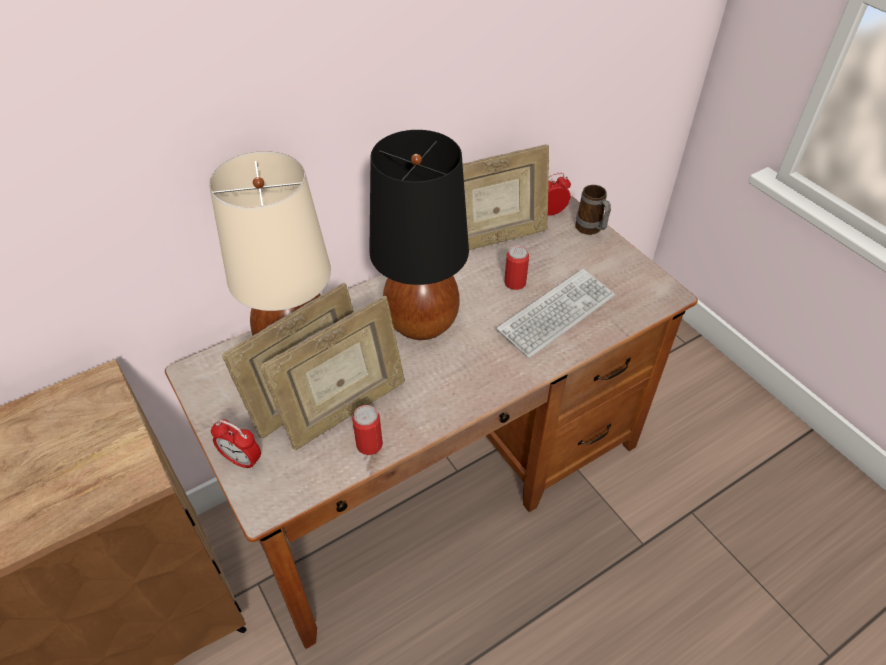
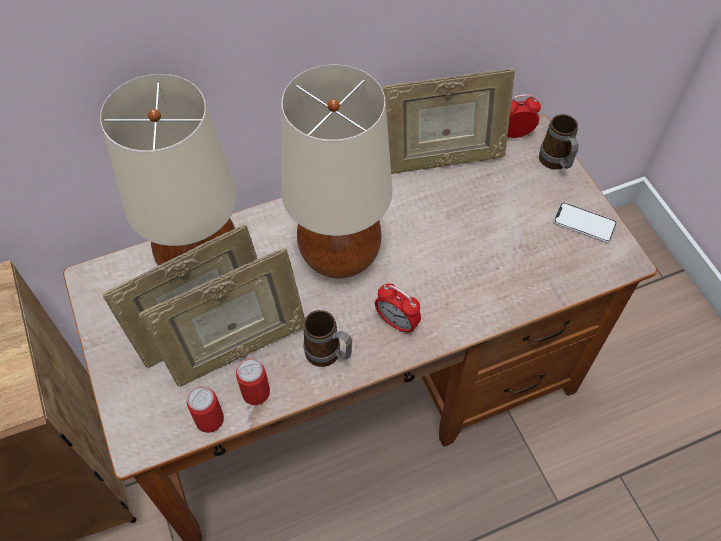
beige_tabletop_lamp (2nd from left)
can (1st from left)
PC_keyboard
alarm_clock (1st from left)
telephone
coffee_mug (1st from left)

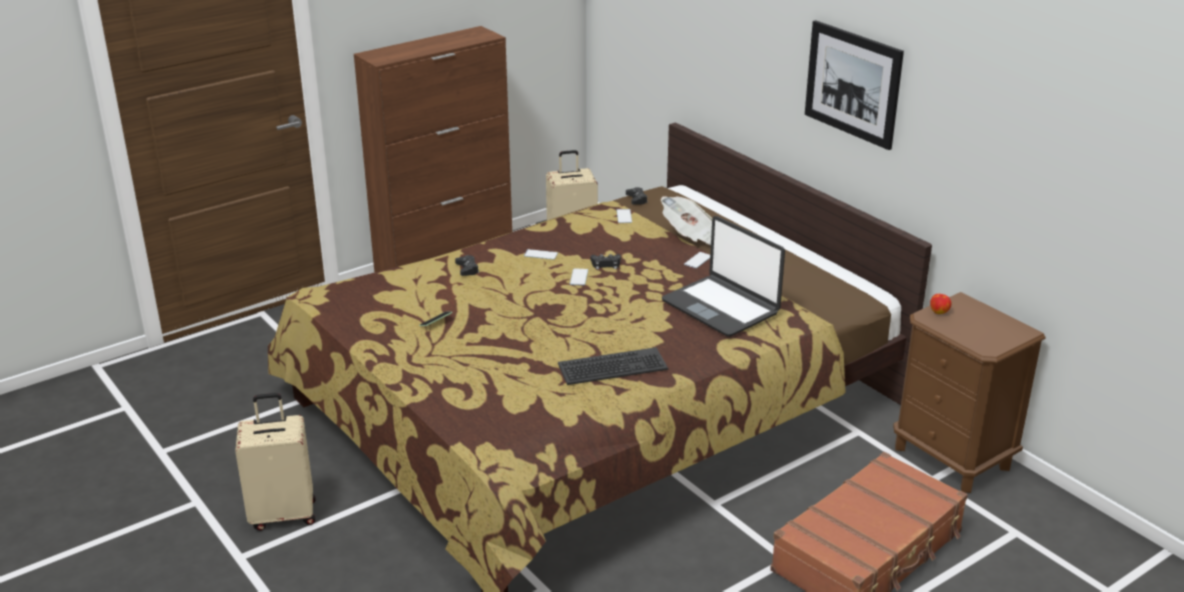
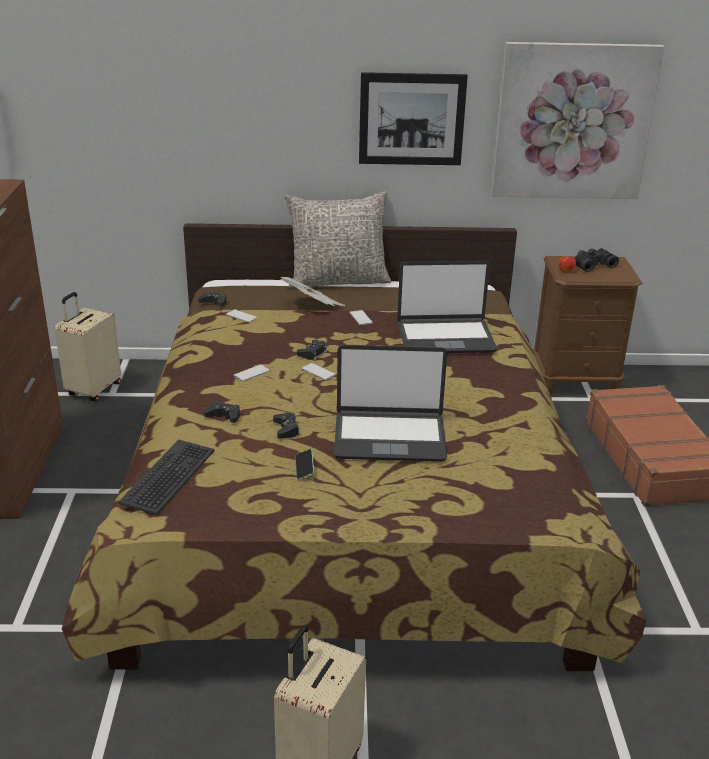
PC_keyboard
wall_art (2nd from left)
grey_throw_pillow
black_binoculars
portable_computer (1st from left)
black_joypad (3rd from left)

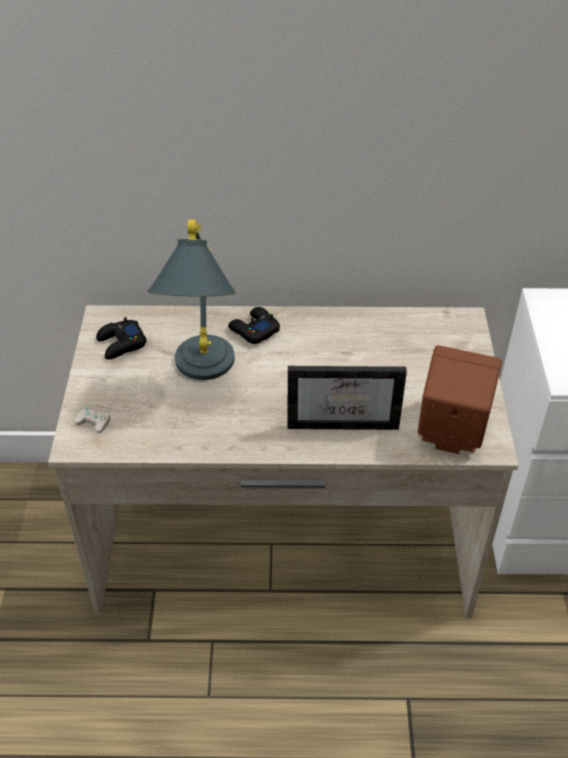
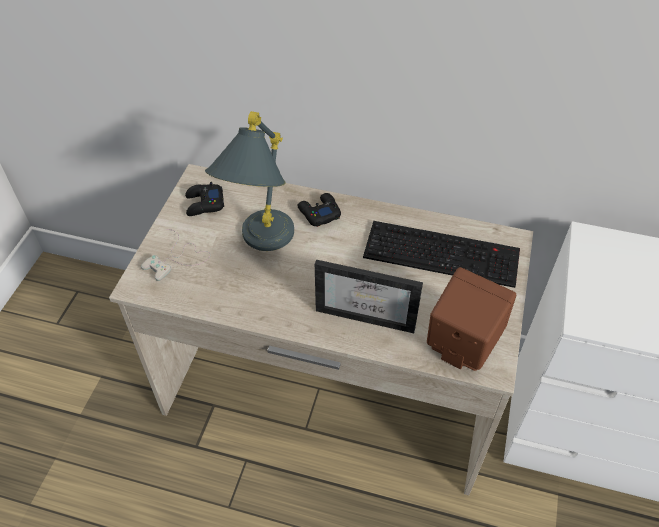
PC_keyboard

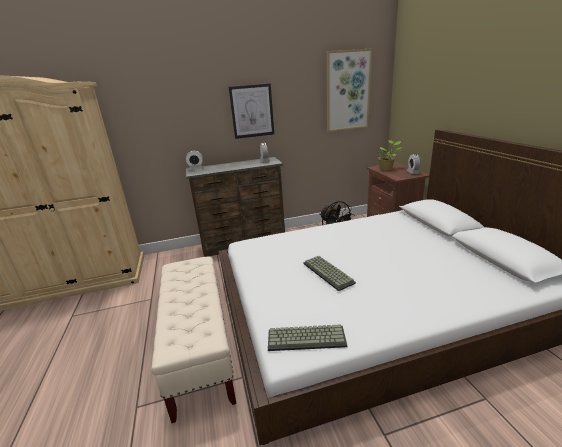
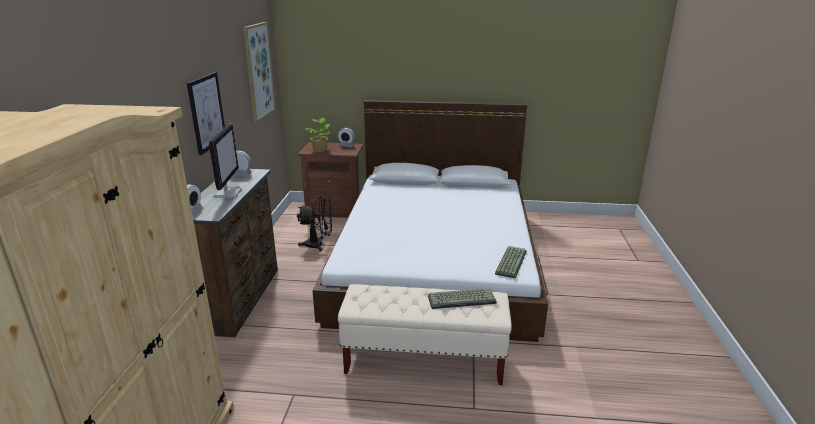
PC_keyboard (1st from left)
computer_display

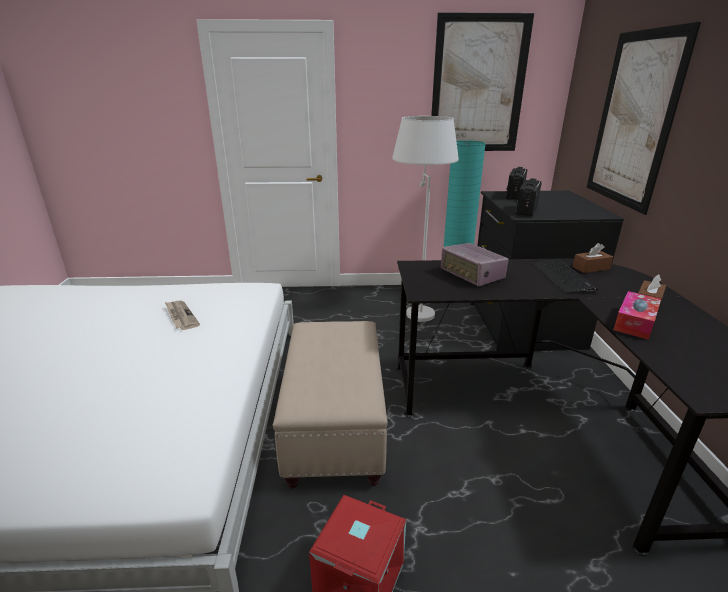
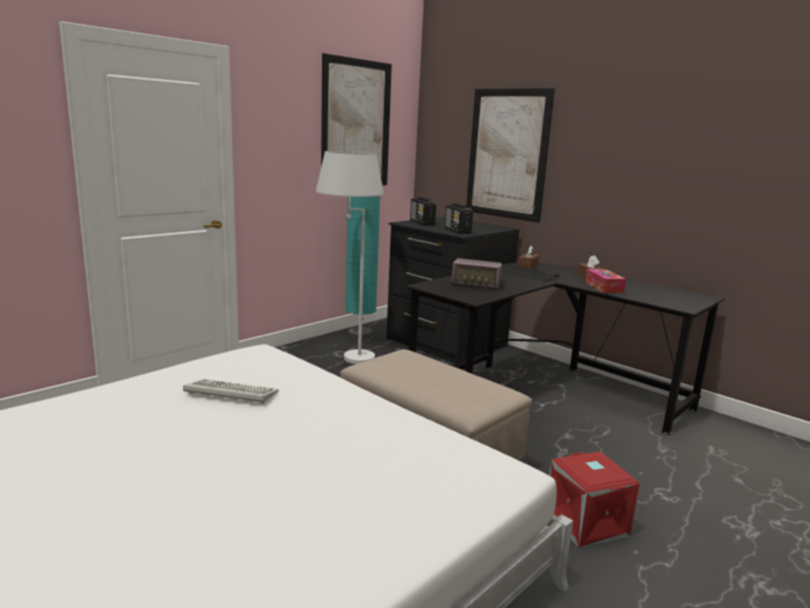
PC_keyboard (1st from left)

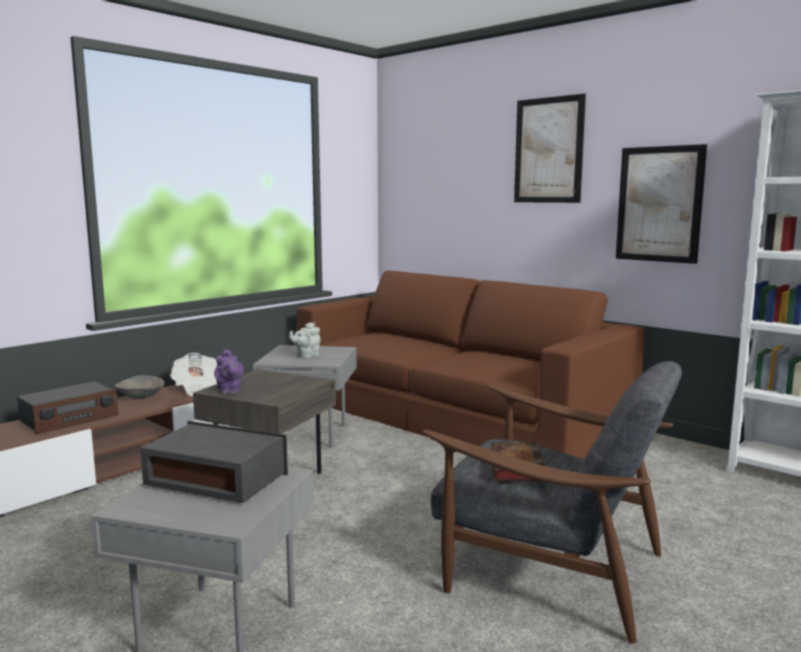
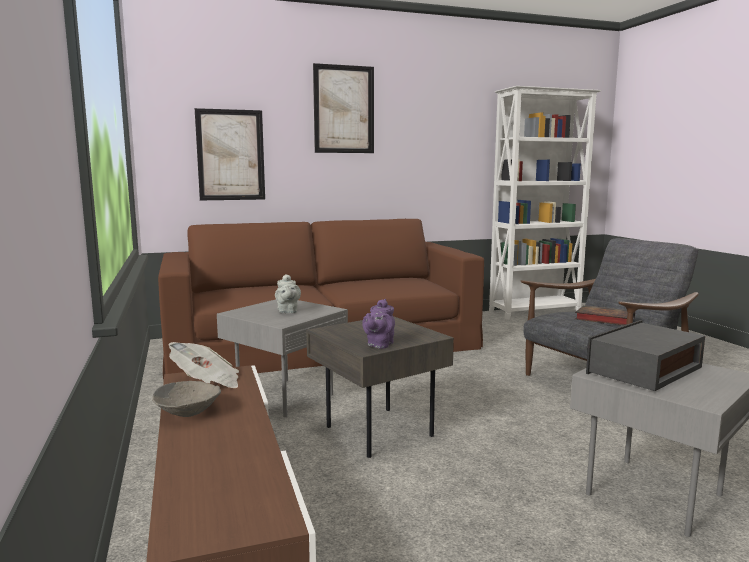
wall_art (1st from left)
purplish_teapot
radio_receiver (1st from left in the first image)

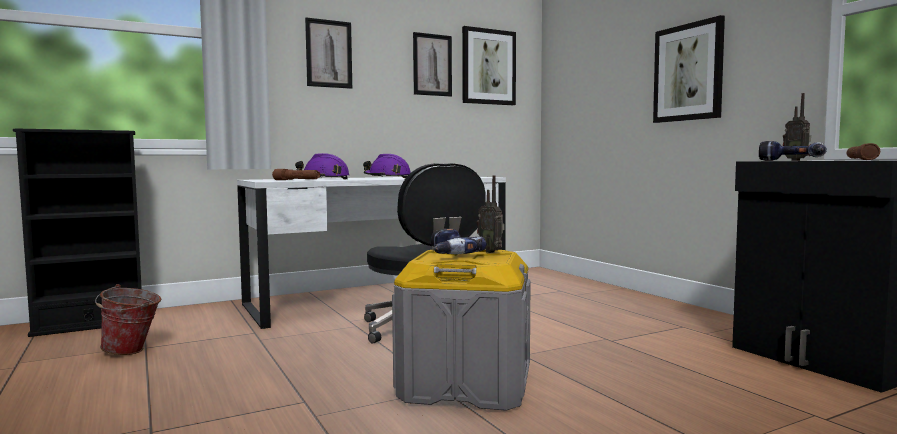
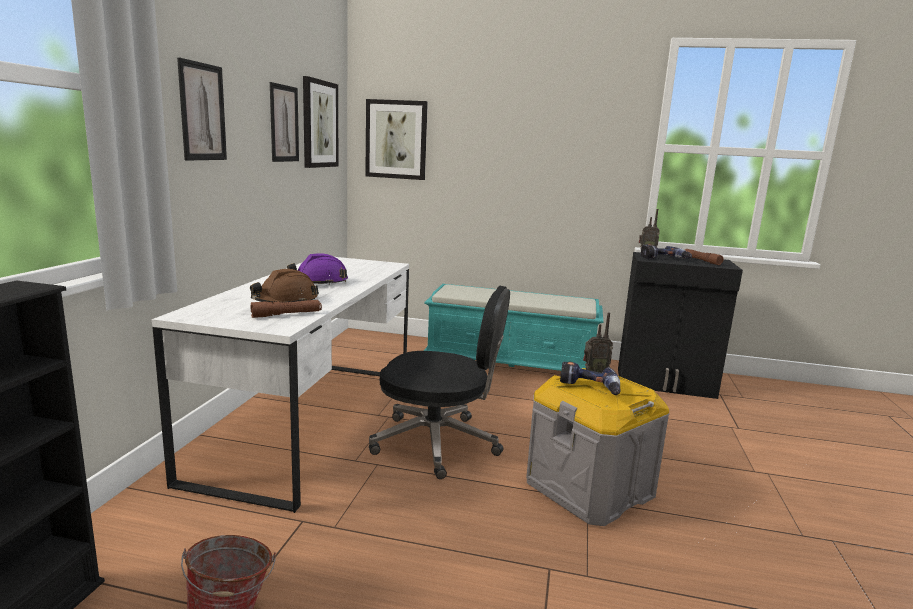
wall_art (4th from left)
brown-coloured_safety_helmet
turquoise-coloured_indoor_bench

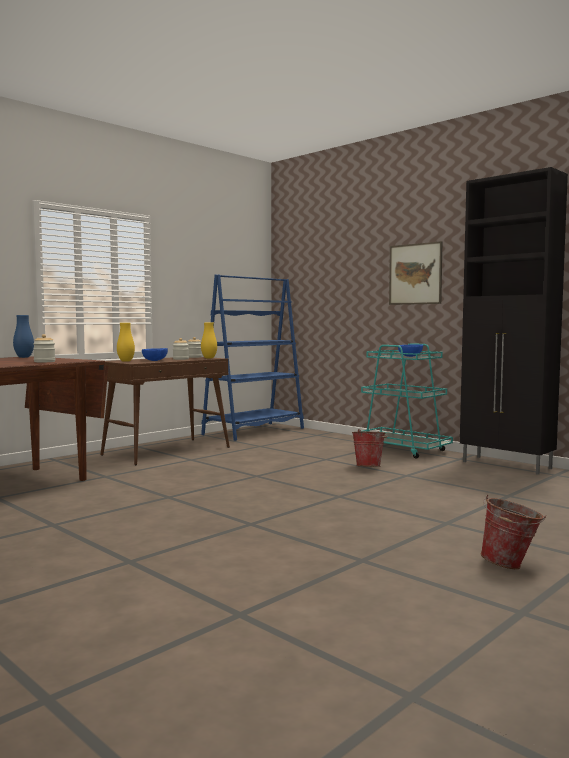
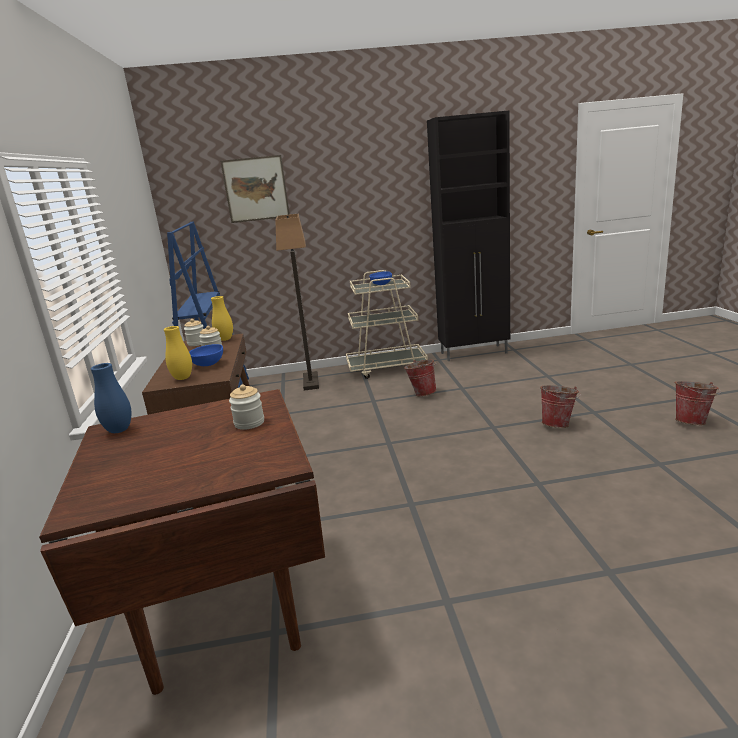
wall_art
beige_trolley
standard_lamp
water_bucket (2nd from left)

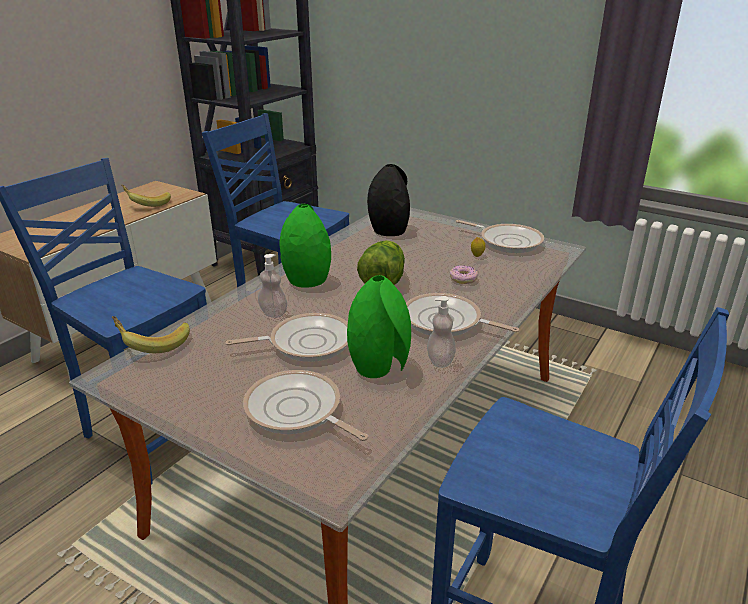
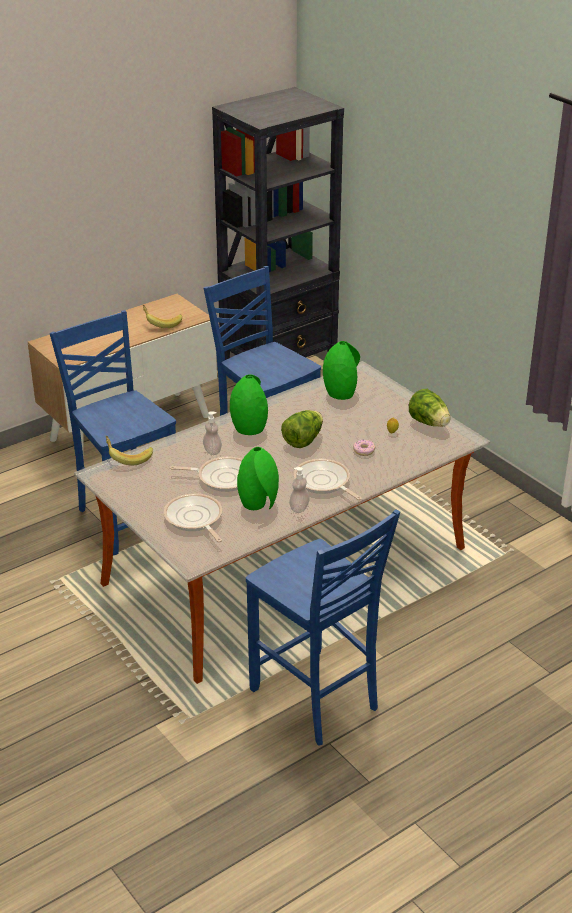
greenish_vase (3rd from left)
lettuce_head (2nd from left)

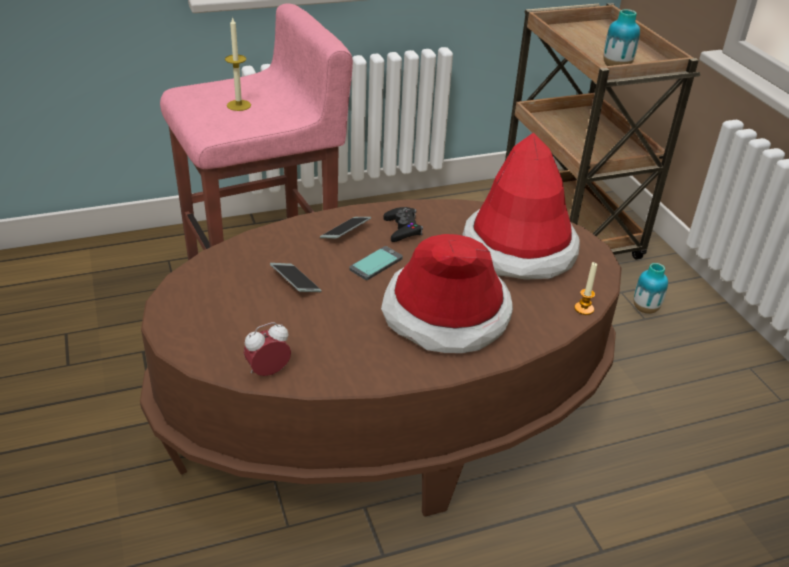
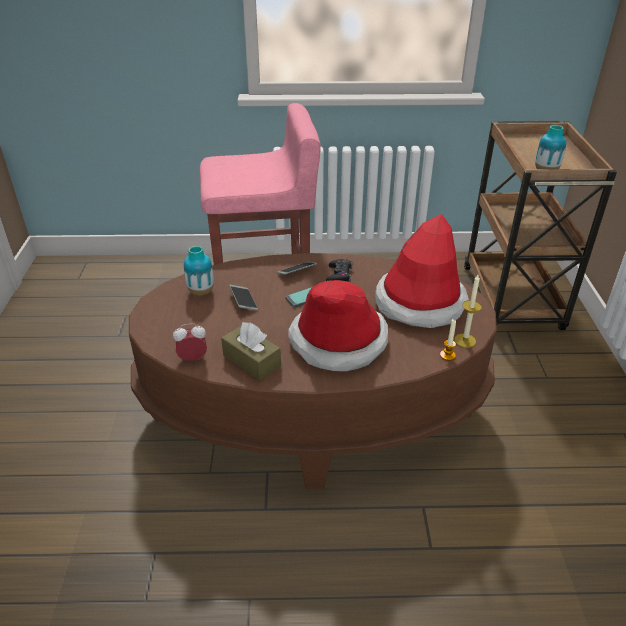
candle (2nd from left)
vase (1st from left)
brown-coloured_tissue_box

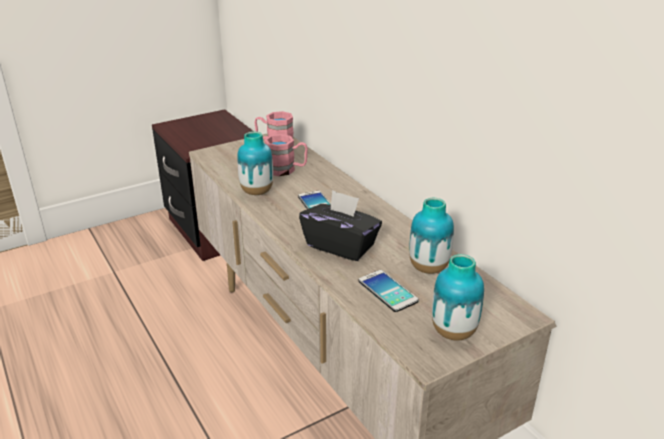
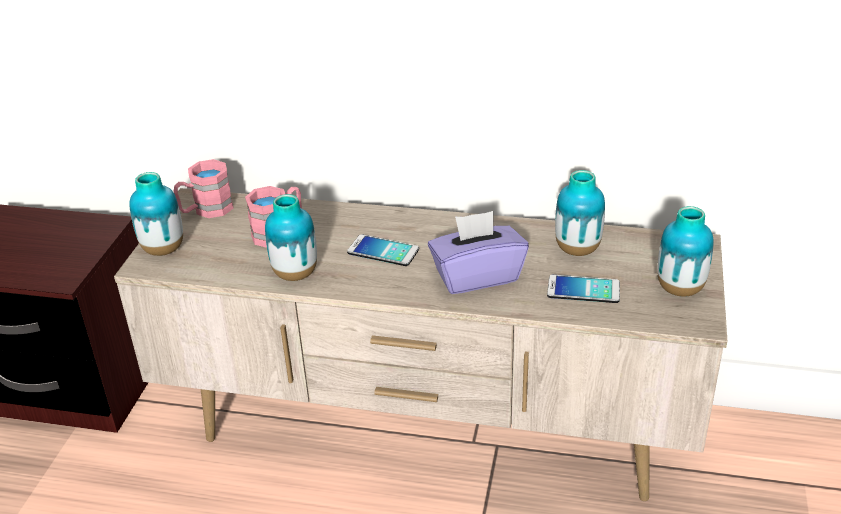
purplish_tissue_box
vase (1st from left)

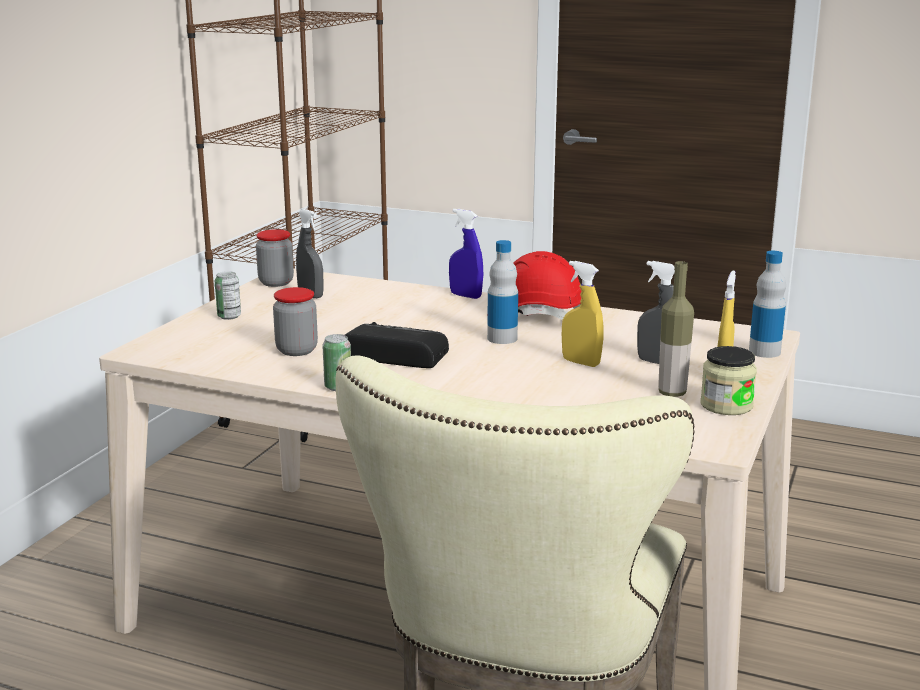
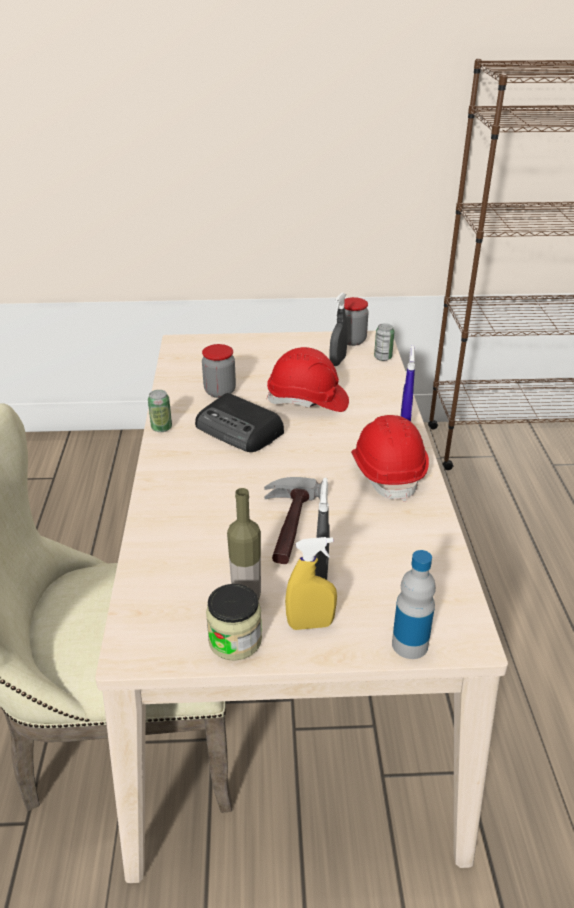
bottle (1st from left in the first image)
tool_hammer
can (2nd from left)
radio_receiver
reddish_safety_helmet (1st from left)

